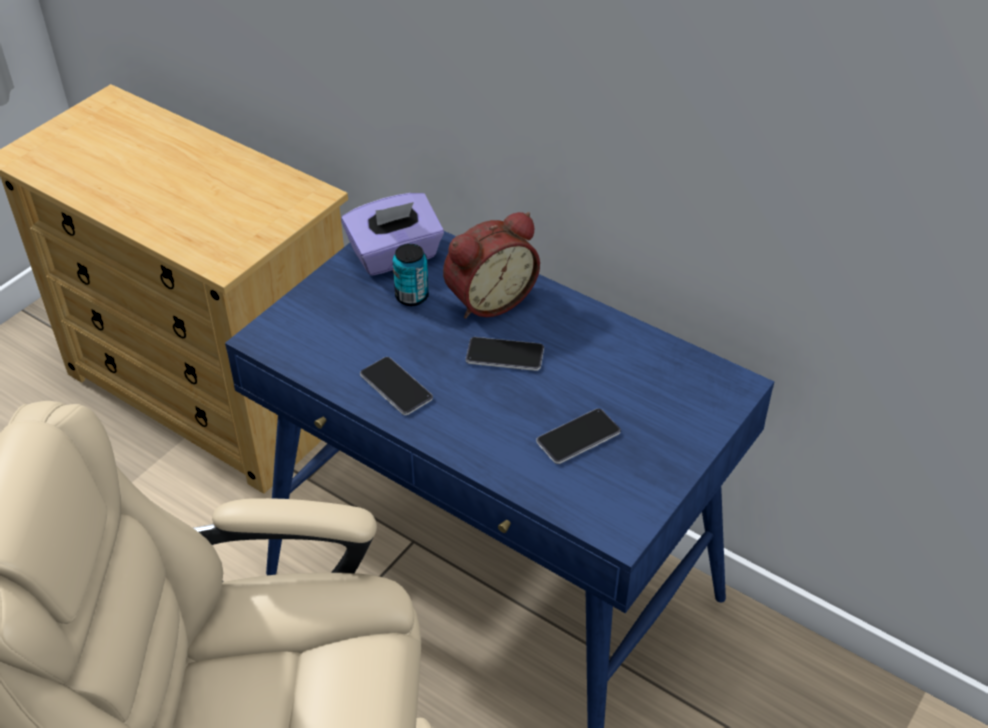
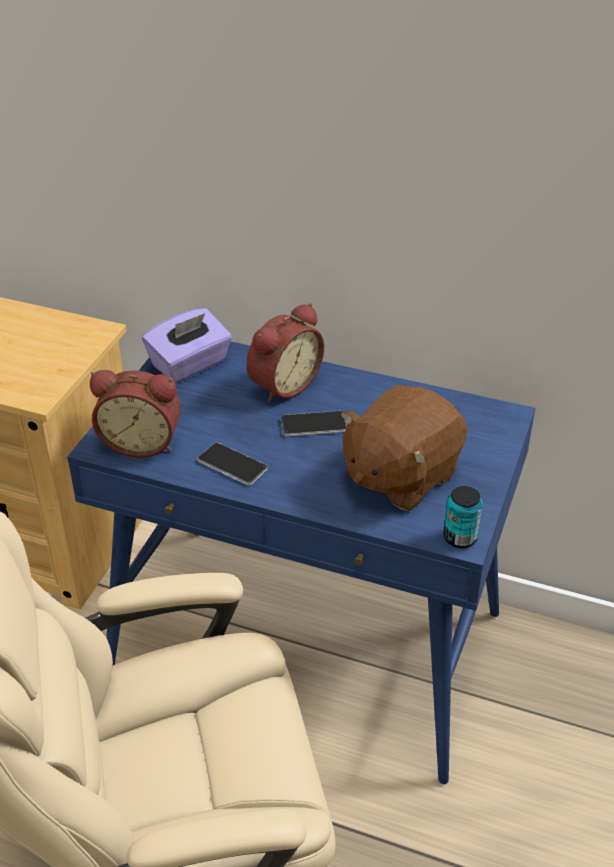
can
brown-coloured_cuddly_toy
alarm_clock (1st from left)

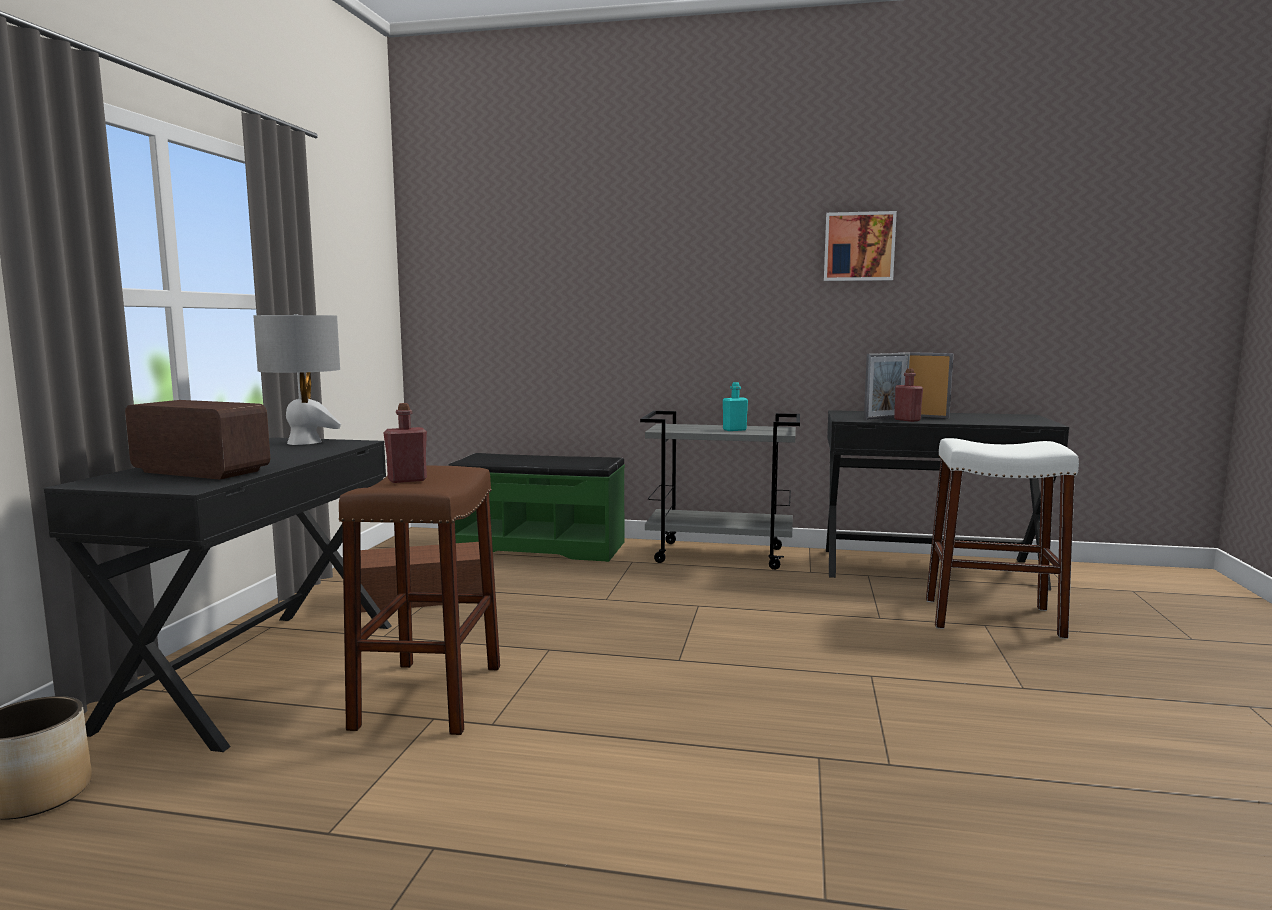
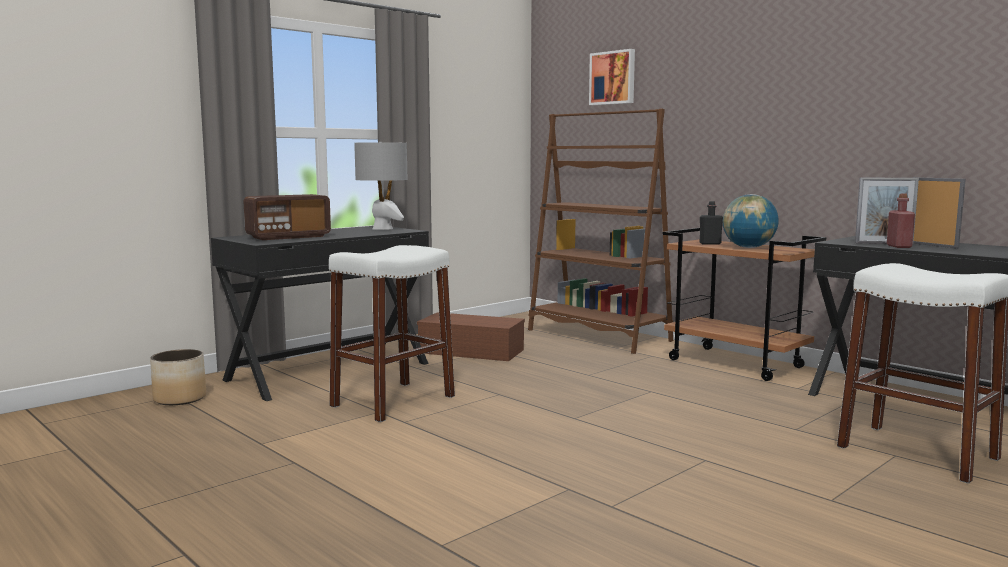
wall_art
globe
radio_receiver
reddish_bottle (1st from left in the first image)
brown-coloured_trolley
brown-coloured_bookshelf
white_stool (1st from left)
black_bottle

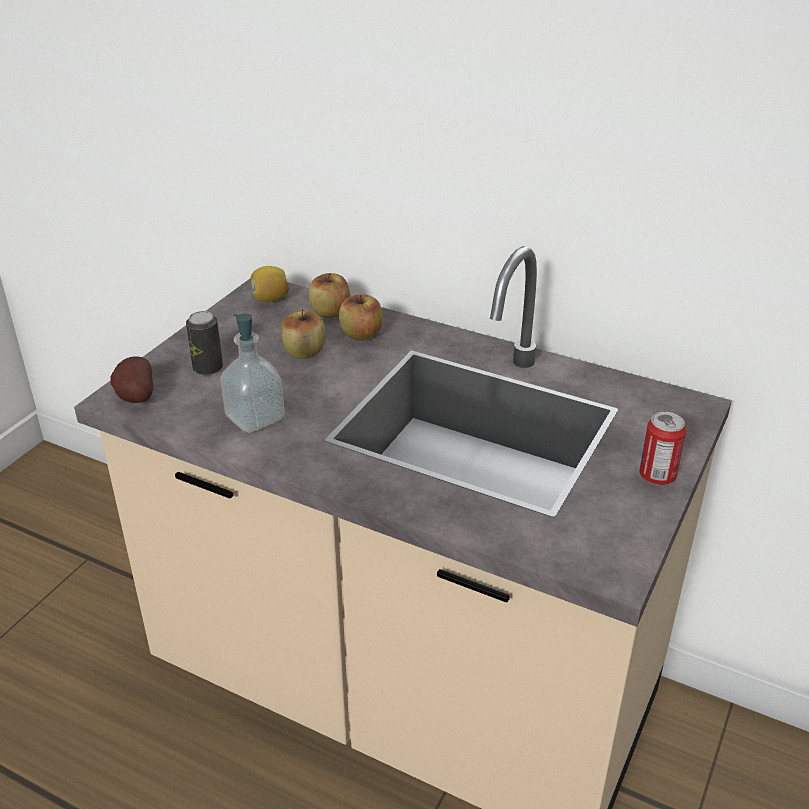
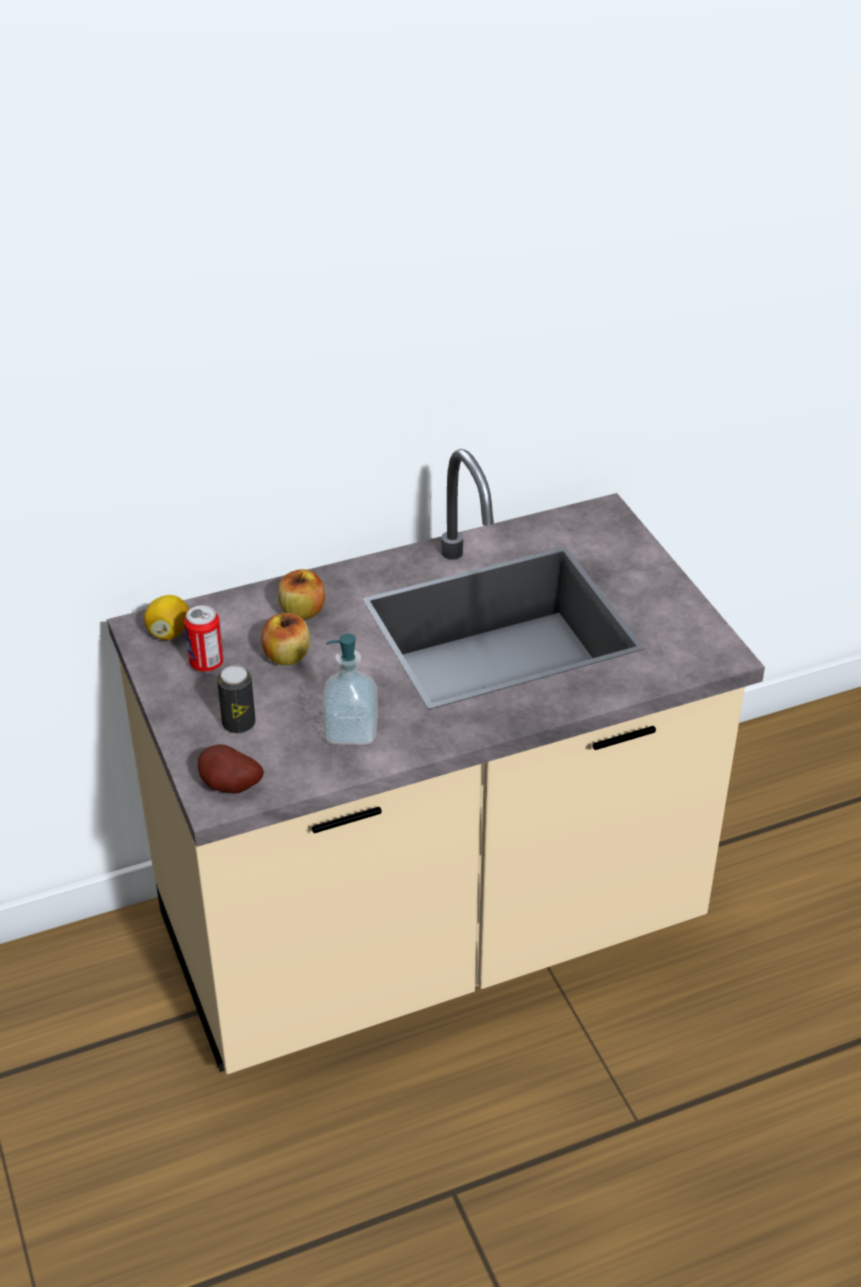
apple (2nd from left in the first image)
can (1st from left)

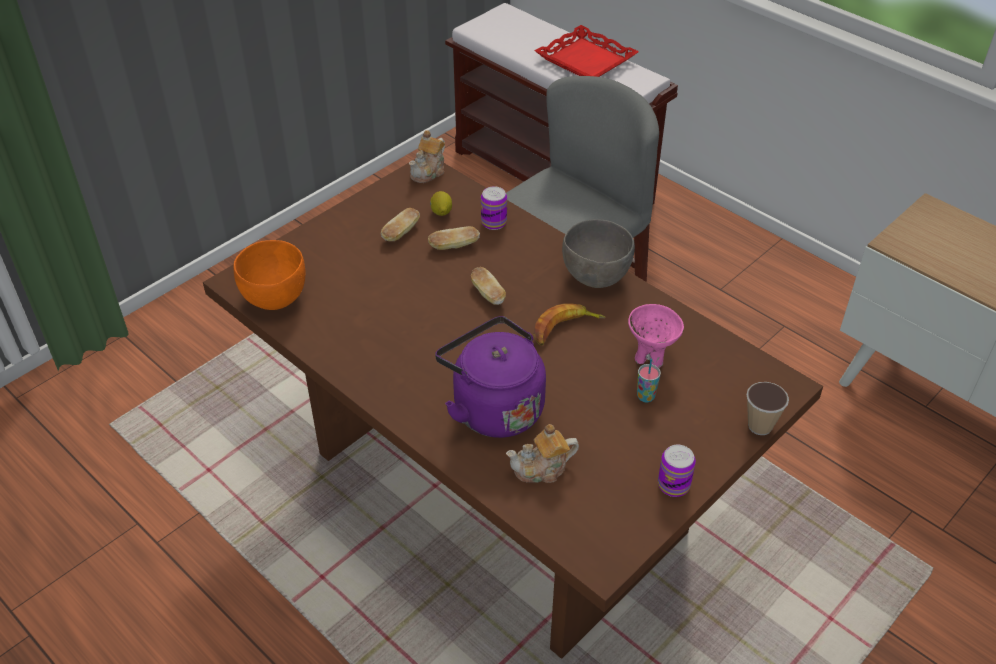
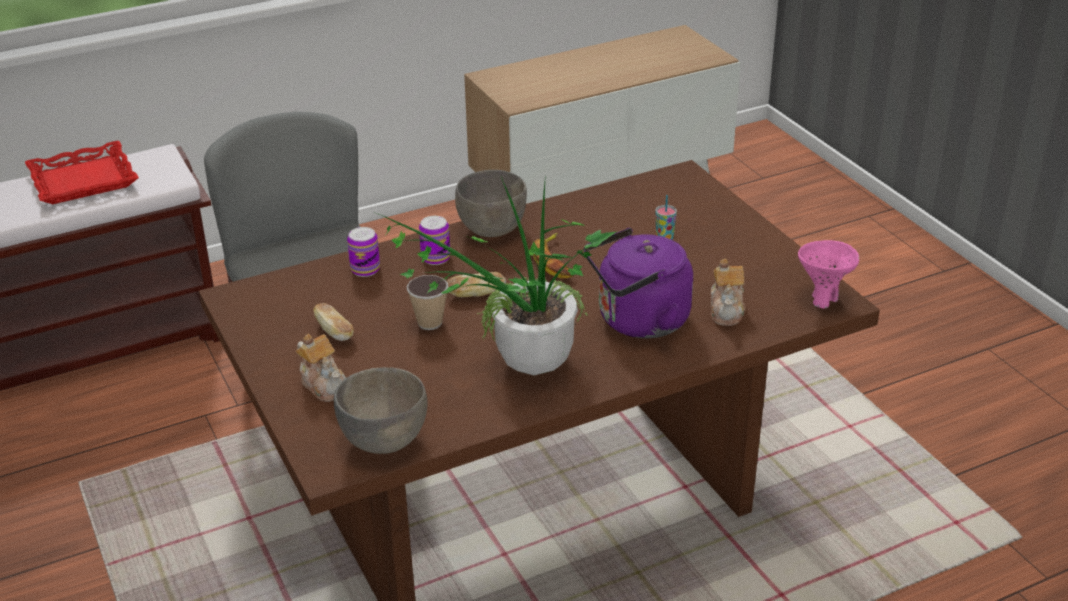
teapot (1st from left)
whole_lemon
baked_bread (2nd from left in the first image)
grey_bowl (1st from left)
pink_bowl
small_cup (1st from left)
can (2nd from left)
houseplant

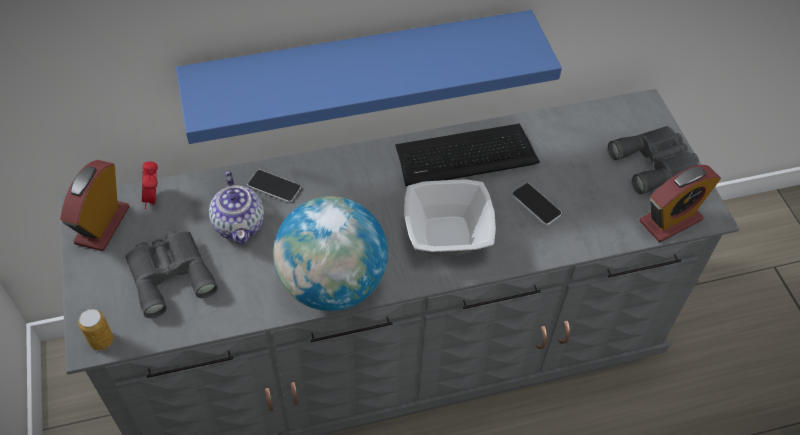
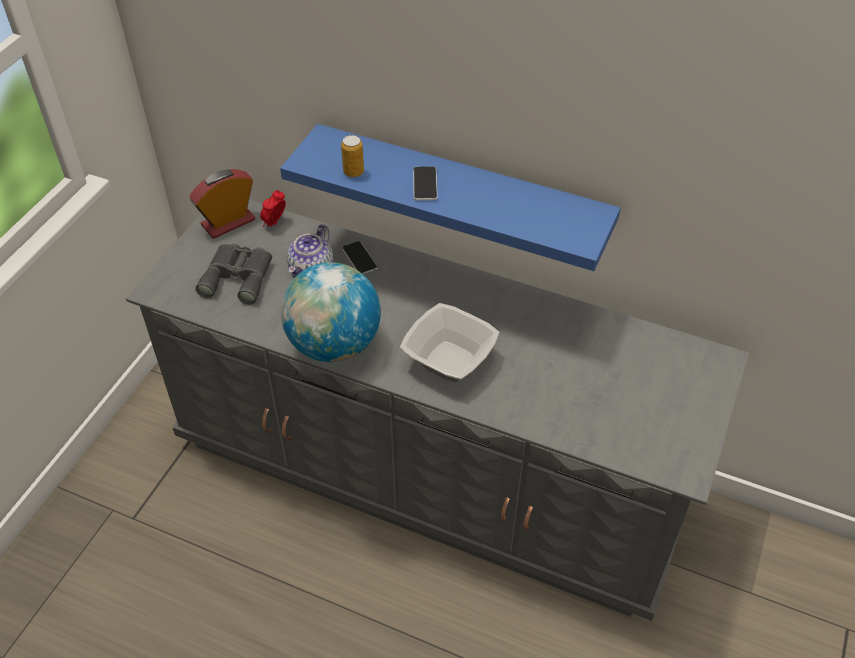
PC_keyboard
grey_binoculars (2nd from left in the first image)
alarm_clock (3rd from left in the first image)
telephone (2nd from left)
can

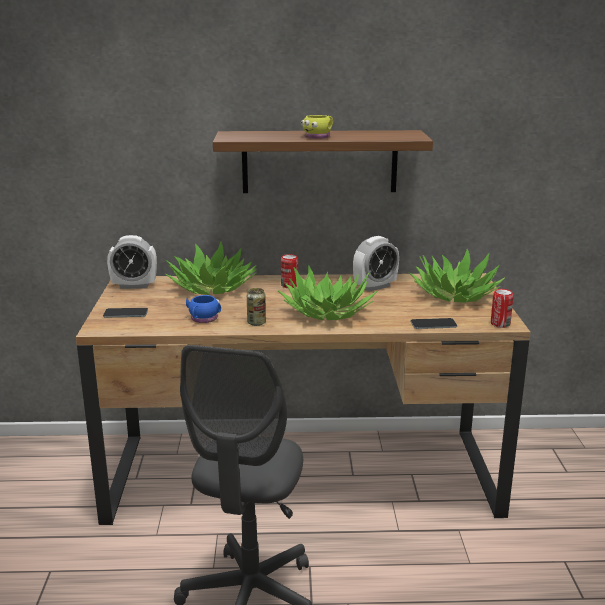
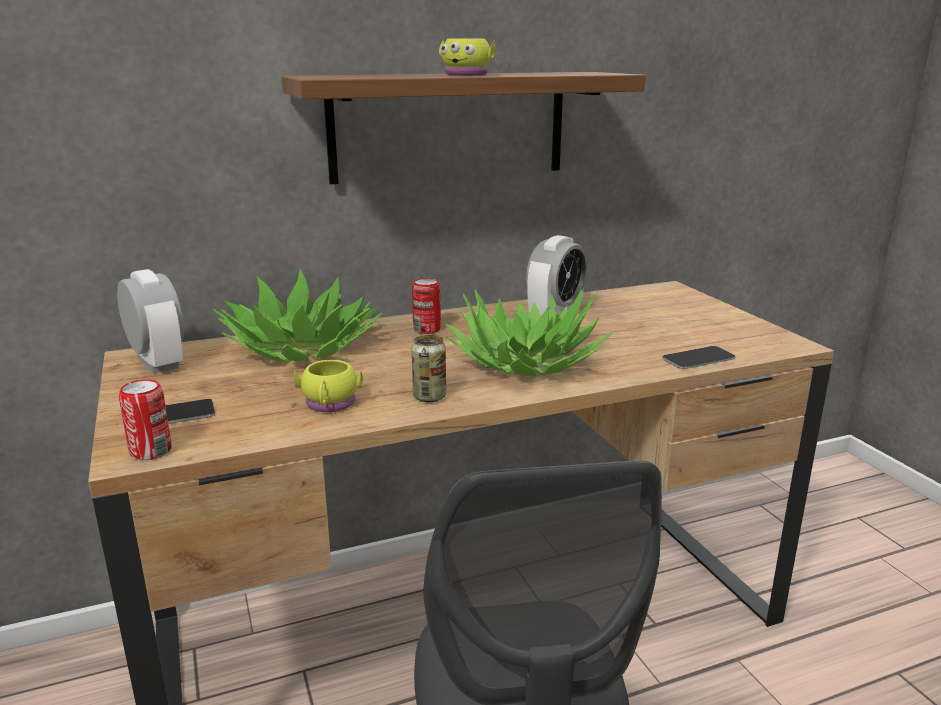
alarm_clock (1st from left)
houseplant (3rd from left in the first image)
can (1st from left)
yellowish_coffee_mug (1st from left)

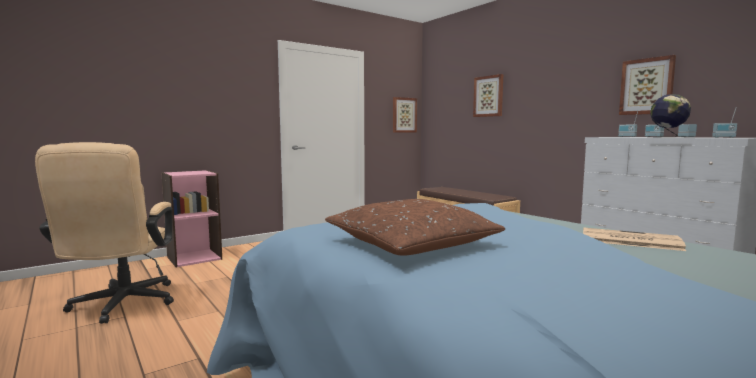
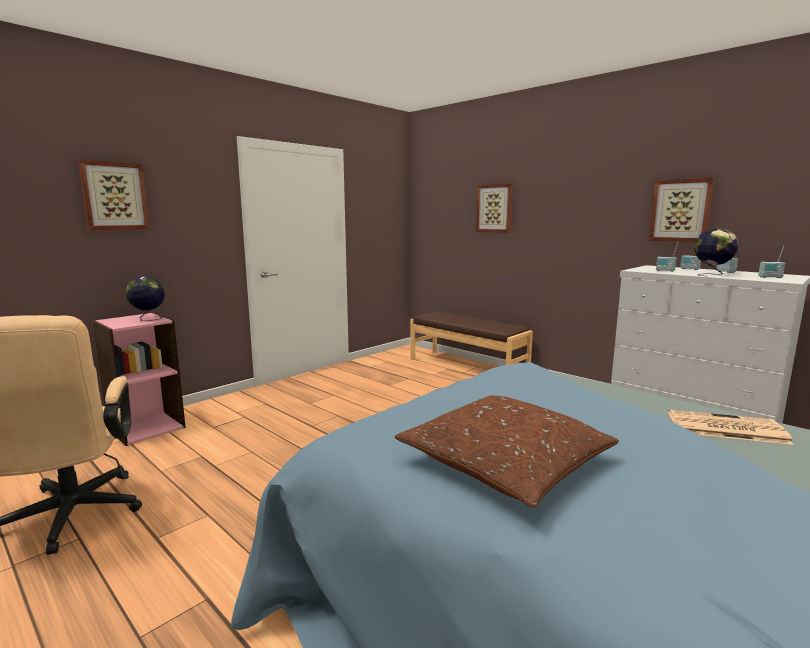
wall_art (1st from left)
globe (1st from left)

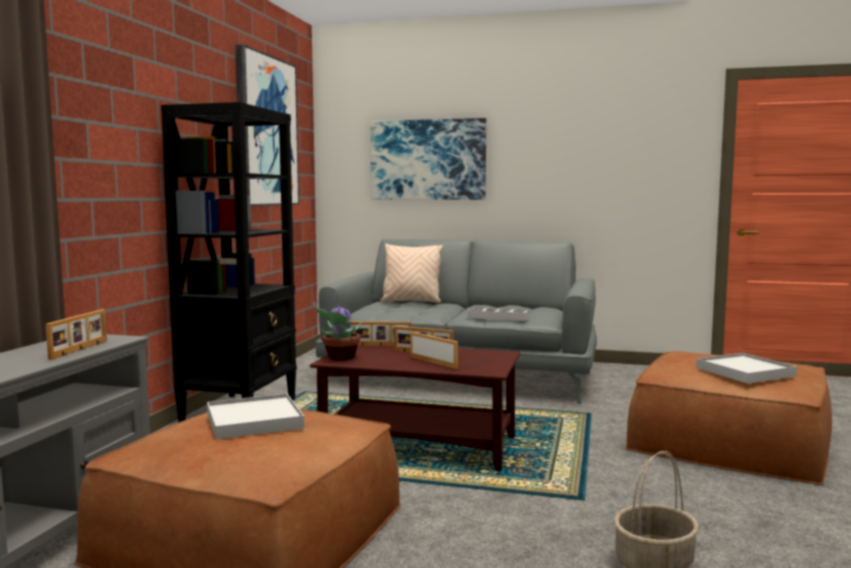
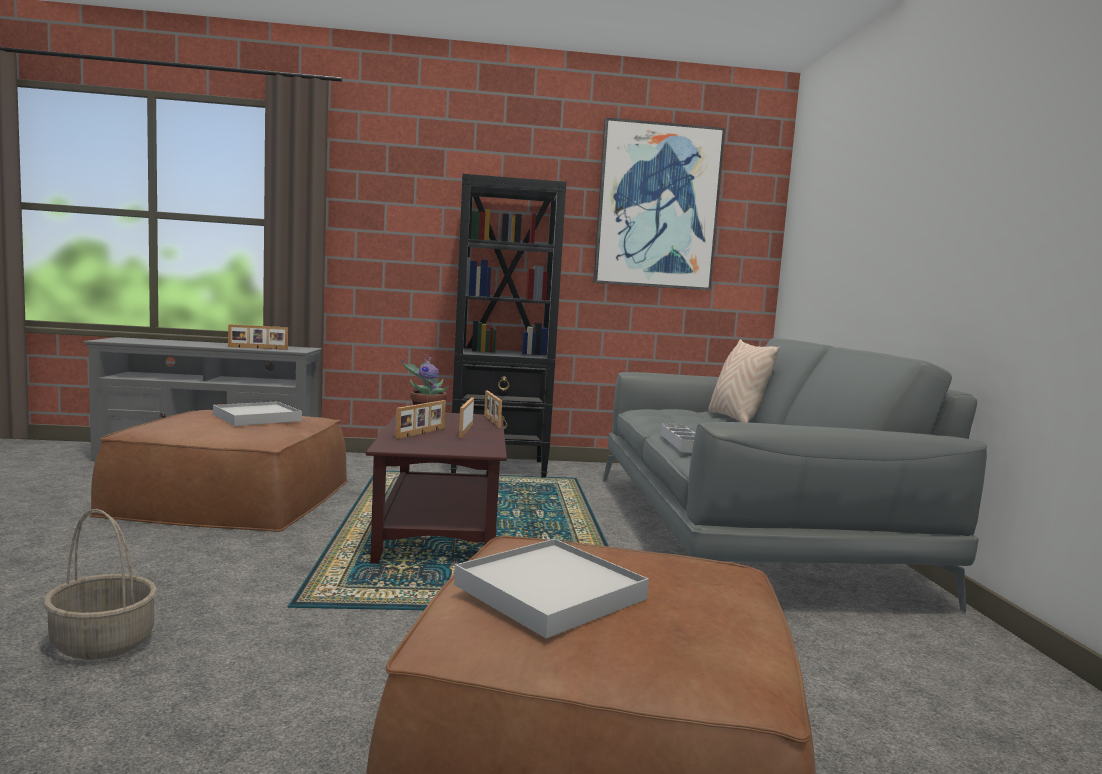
wall_art (2nd from left in the first image)

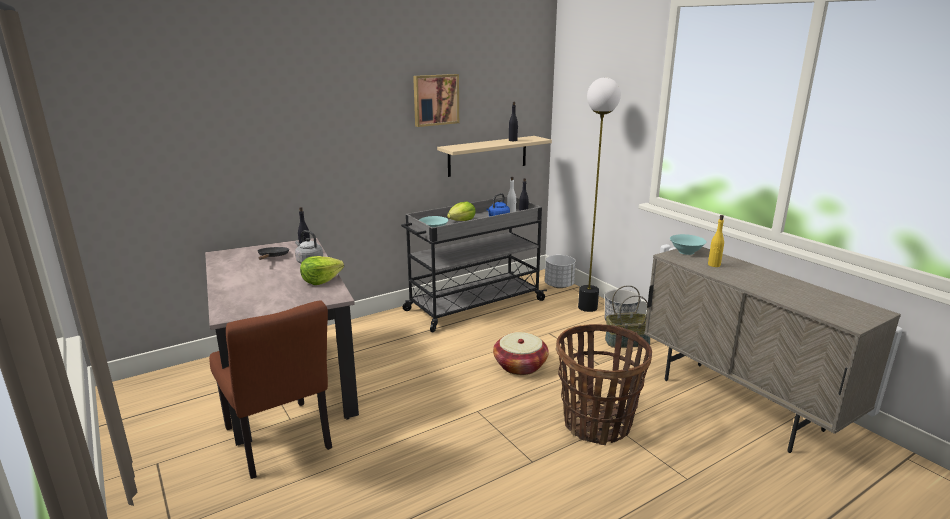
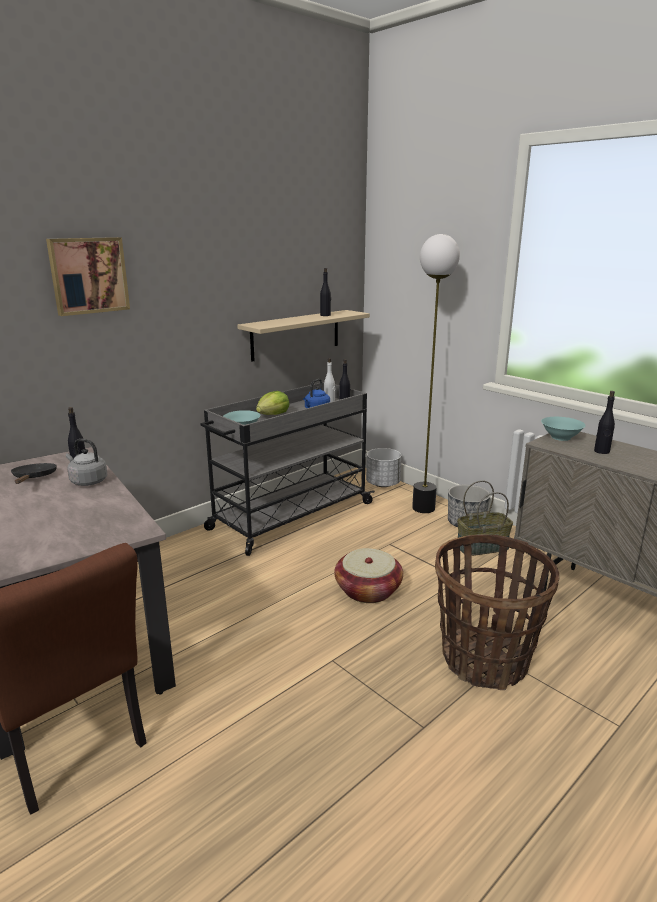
wall_art
black_bottle (4th from left)
lettuce_head (1st from left in the first image)

